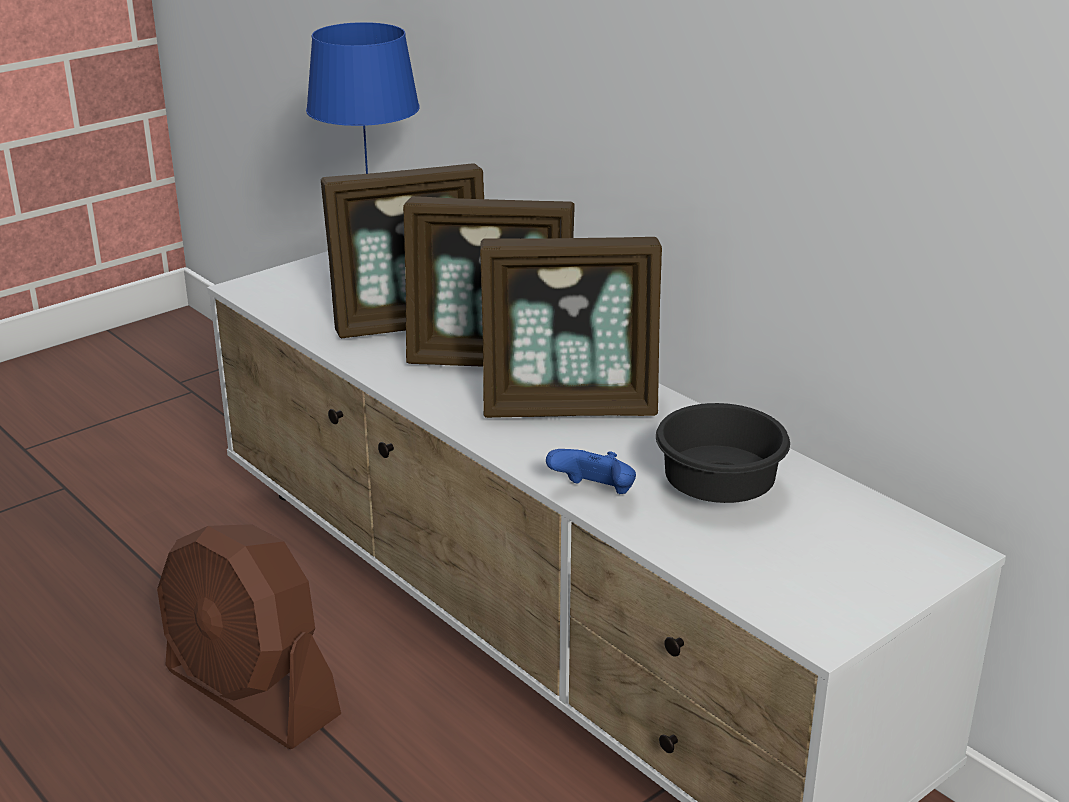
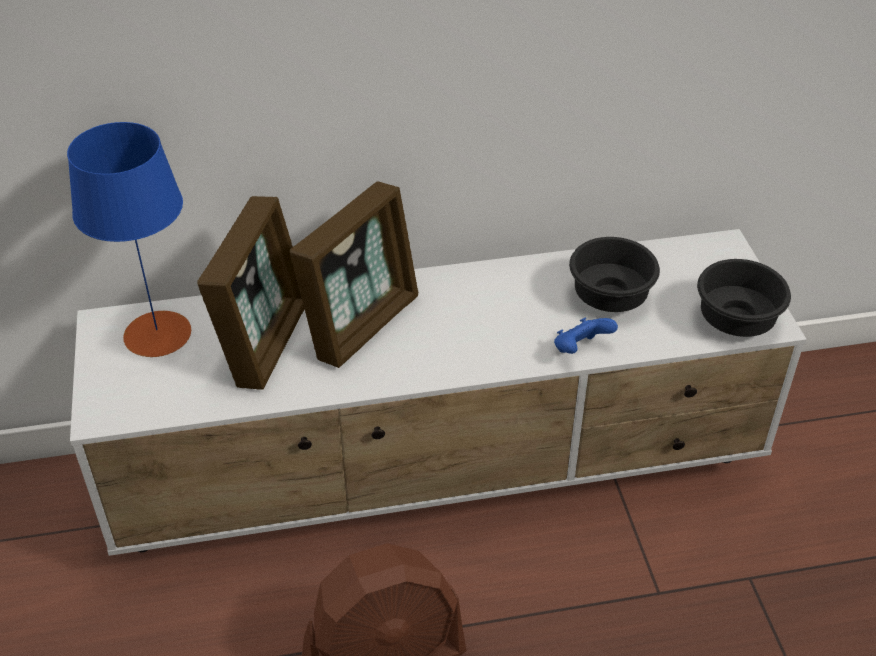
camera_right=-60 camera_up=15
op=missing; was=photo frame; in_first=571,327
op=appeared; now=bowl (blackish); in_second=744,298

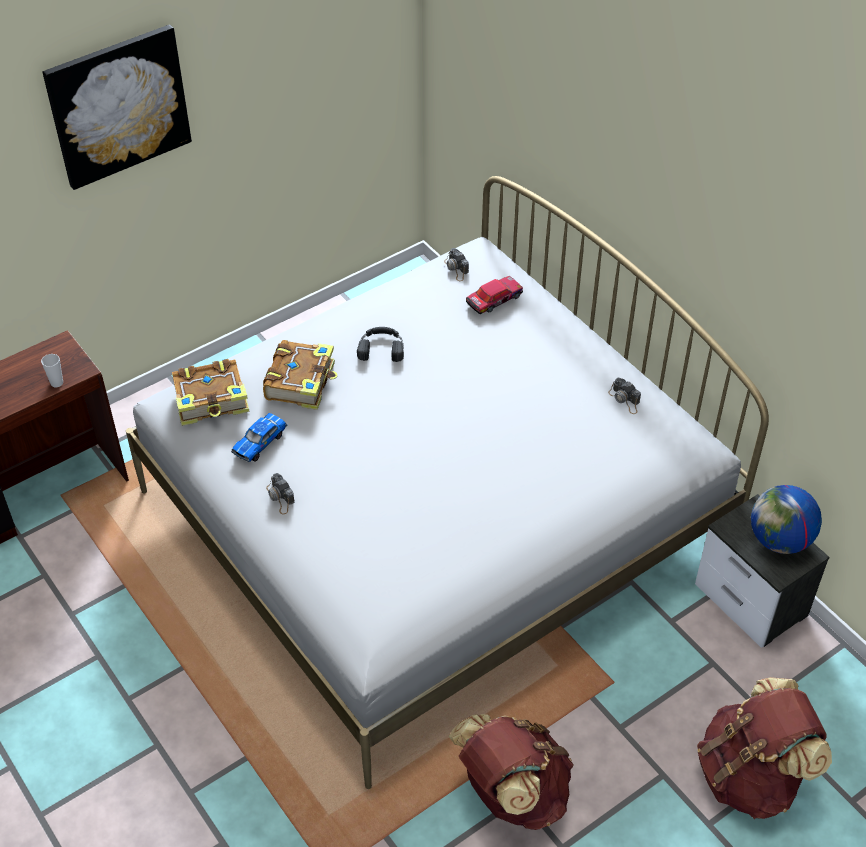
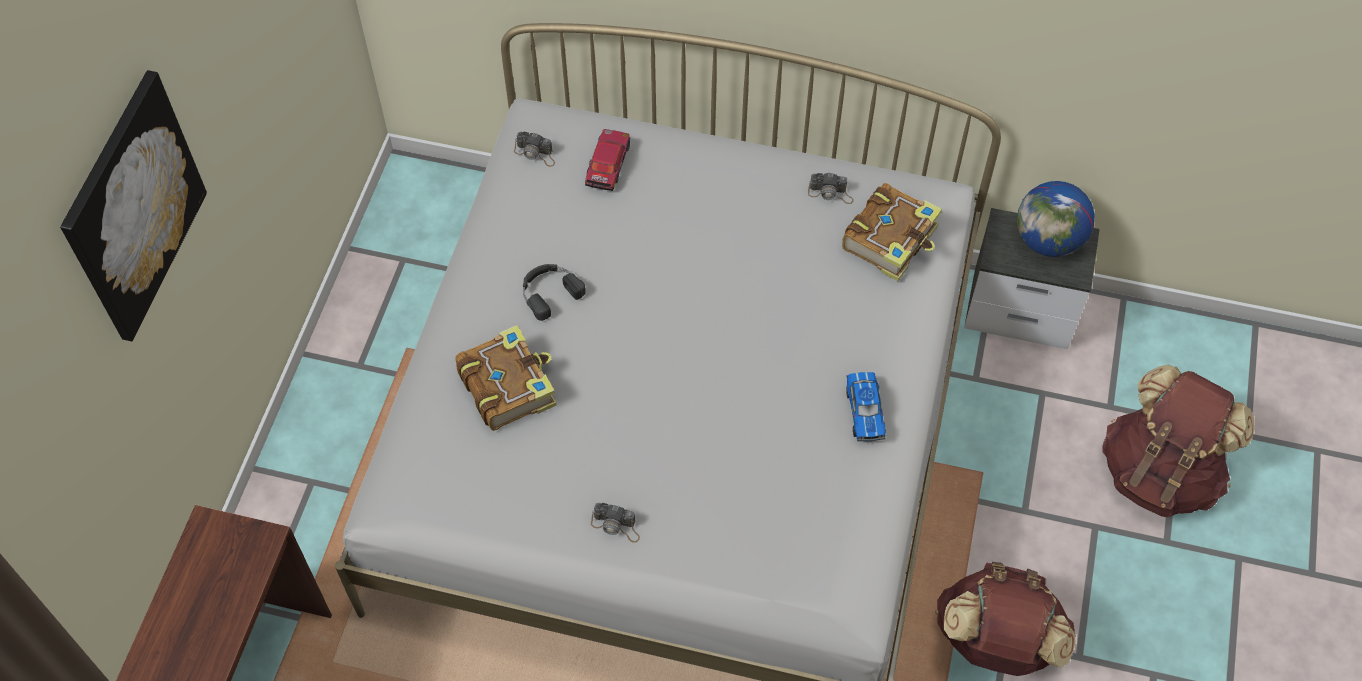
camera_right=-40 camera_up=10
op=missing; was=small cup; in_first=52,370
op=relocated; was=book; in_first=210,392; in_second=892,232
op=relocated; was=miniature car; in_first=259,437; in_second=866,406

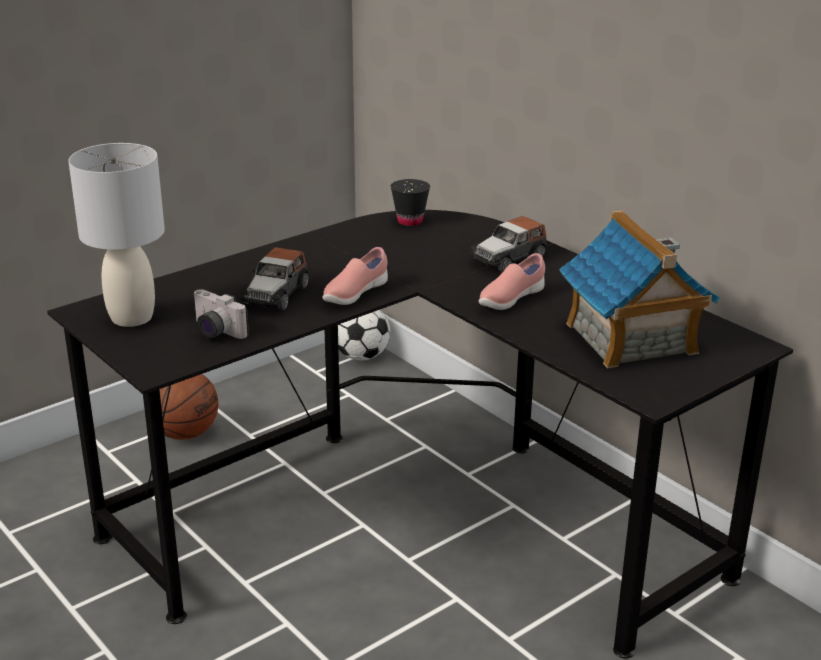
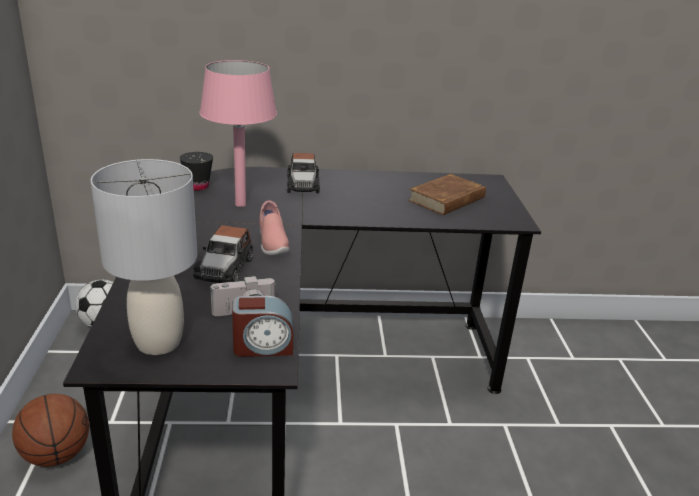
camera_right=-55 camera_up=0
op=spun; was=miniature car; in_first=274,278; in_second=223,254; clockwise=45
op=missing; was=low shoe (pink); in_first=512,281
op=exchanged; was=miniature house; now=book (brown); in_first=639,289; in_second=447,194
op=appeared; now=tabletop lamp (pink); in_second=238,133
op=appeared; now=bedside clock; in_second=262,326

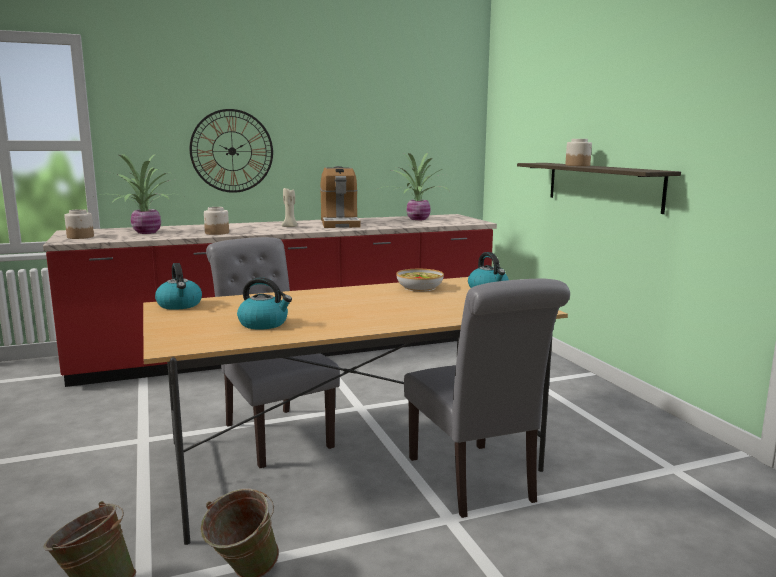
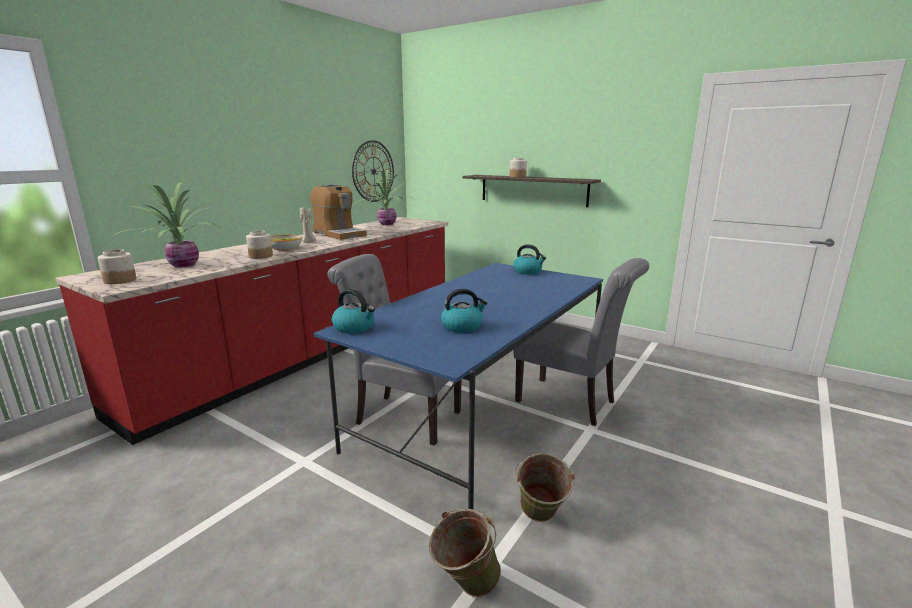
camera_right=-35 camera_up=5
op=colour; was=dinner table (beige-coloured); now=dinner table (blue); in_first=355,411; in_second=458,386
op=relocated; was=clock on the wall; in_first=231,151; in_second=373,171
op=relocated; was=bowl; in_first=420,280; in_second=286,243

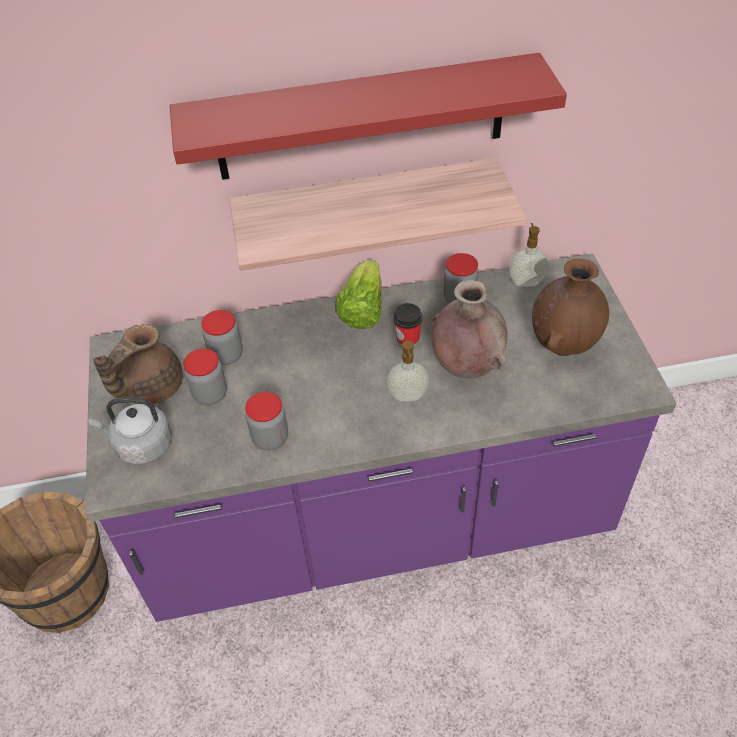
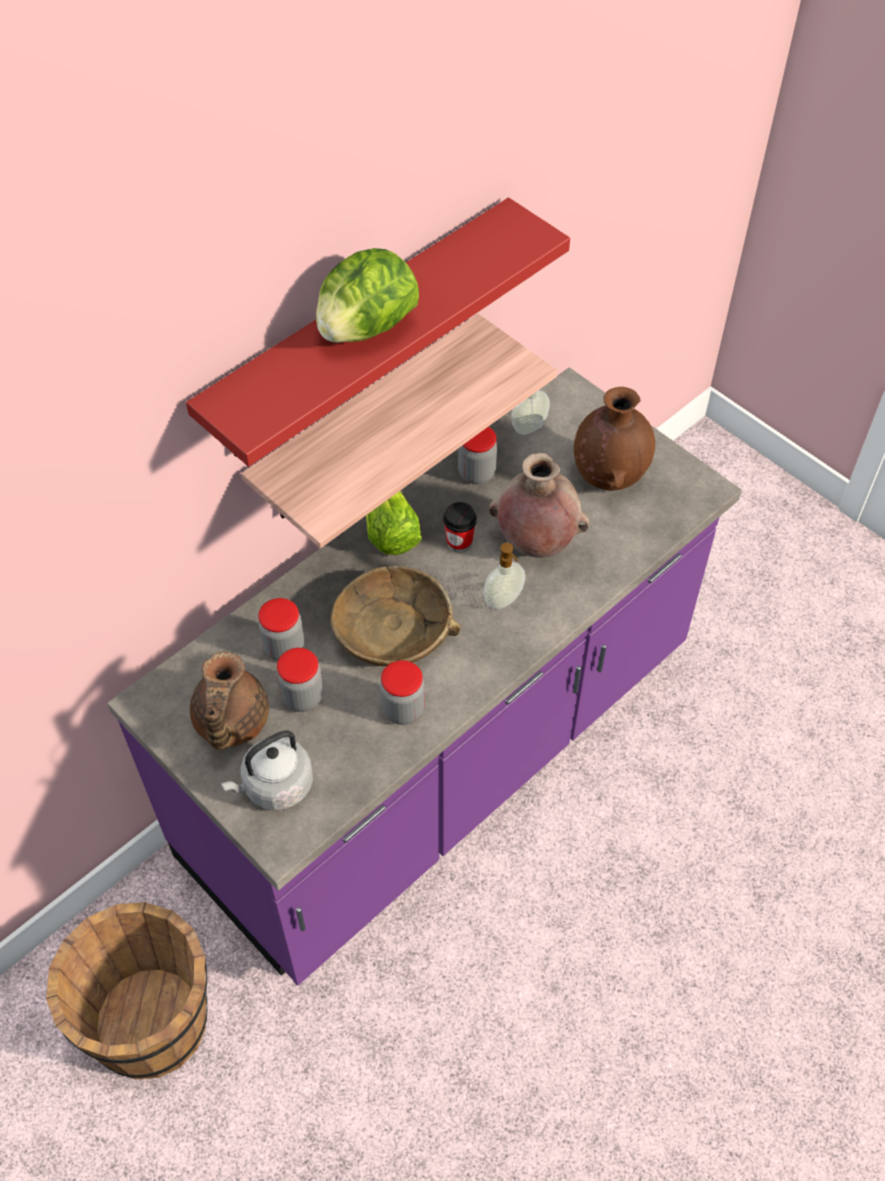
camera_right=-35 camera_up=5
op=appeared; now=head of lettuce; in_second=367,295
op=appeared; now=bowl (brown); in_second=396,616

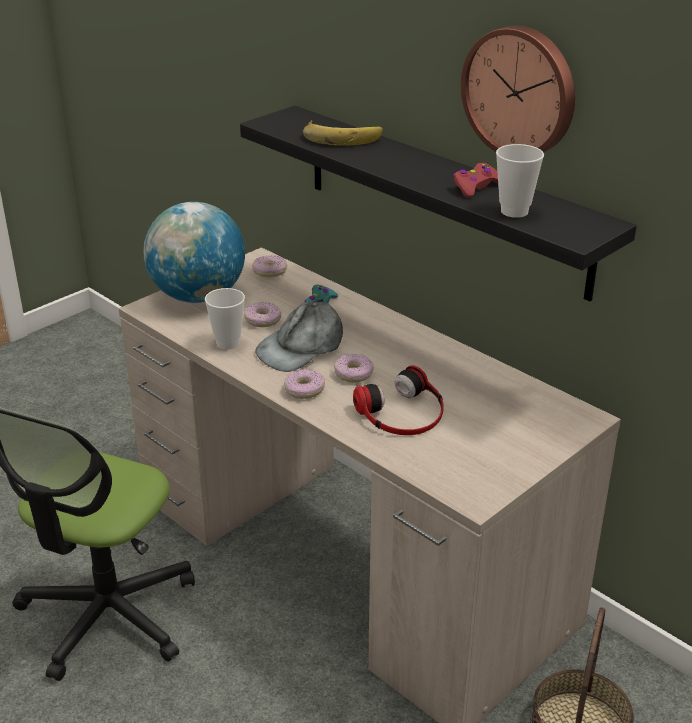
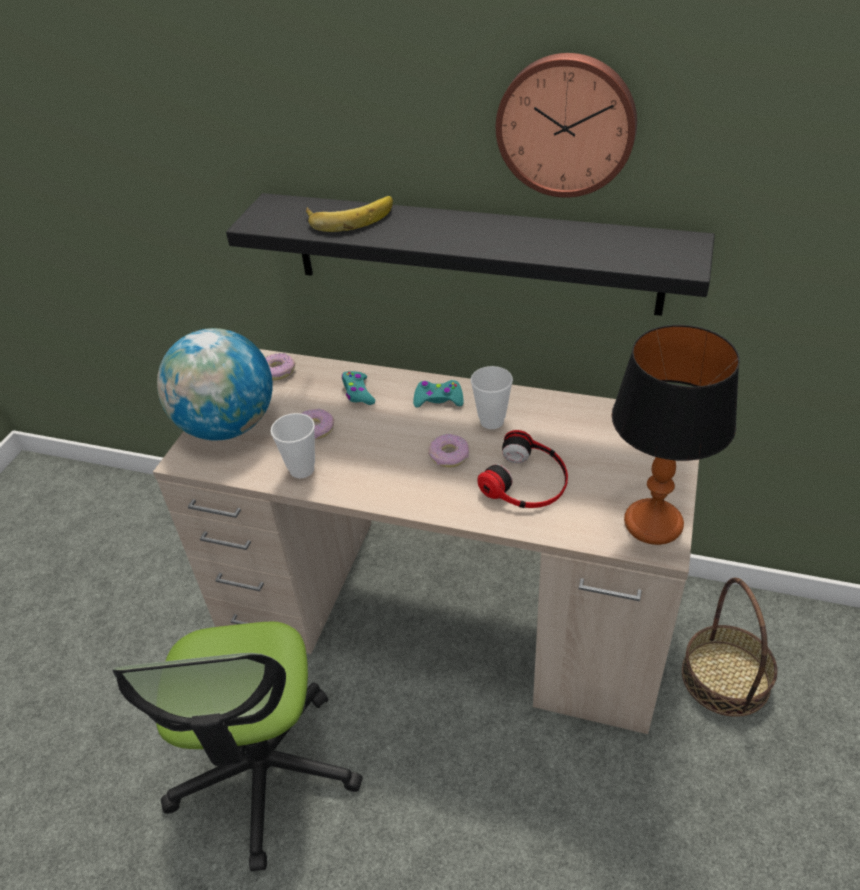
camera_right=-25 camera_up=10
op=missing; was=peaked cap (grey); in_first=299,335
op=missing; was=donut; in_first=304,384
op=missing; was=joypad (red); in_first=475,180
op=relocated; was=small cup; in_first=520,181; in_second=492,397
op=appeared; now=joypad (blue-green); in_second=438,394
op=appeared; now=tabletop lamp; in_second=676,435

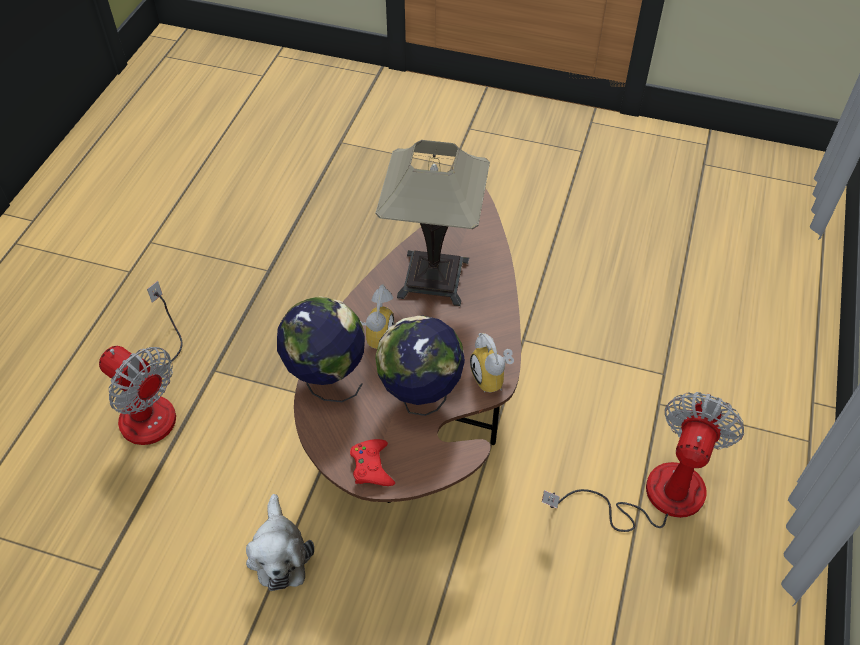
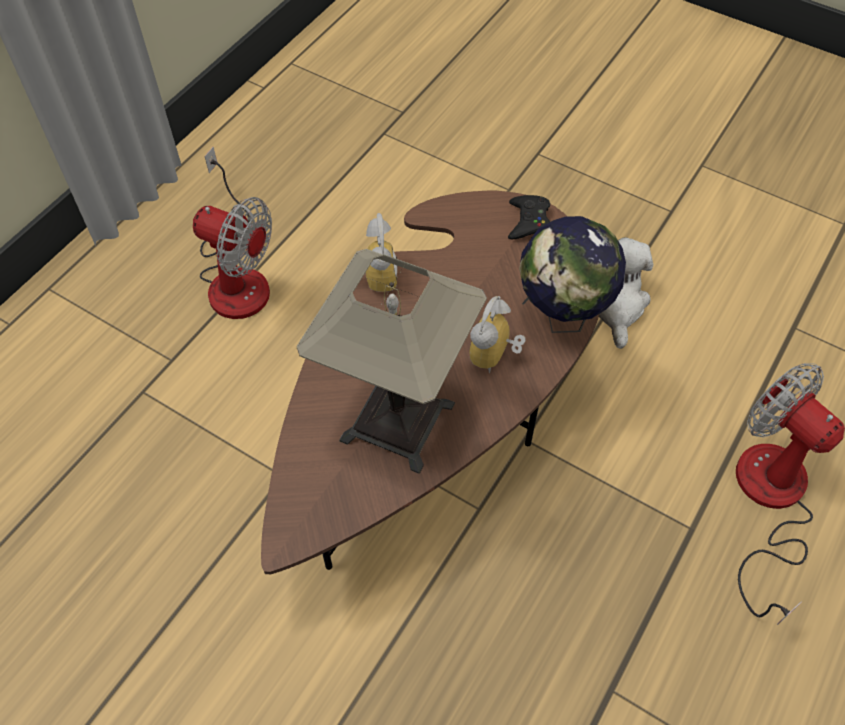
camera_right=-165 camera_up=5
op=colour; was=joypad (red); now=joypad (blackish); in_first=372,462; in_second=529,217
op=missing; was=globe; in_first=420,365
op=spun; was=electric fan; in_first=643,462; in_second=232,233; clockwise=-105

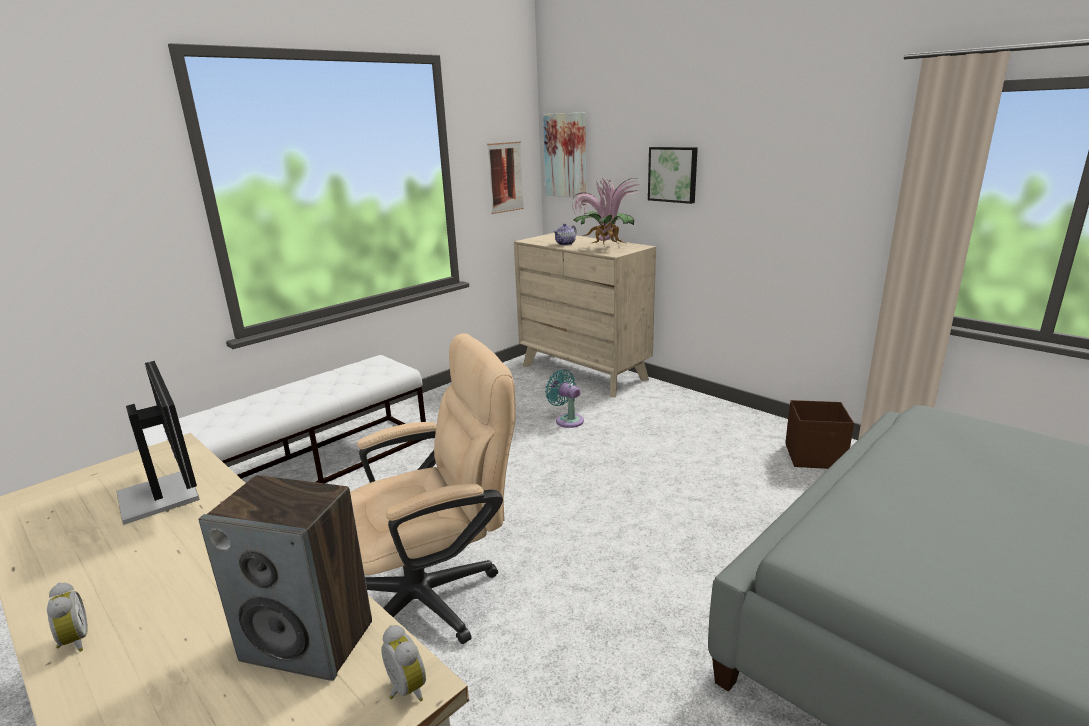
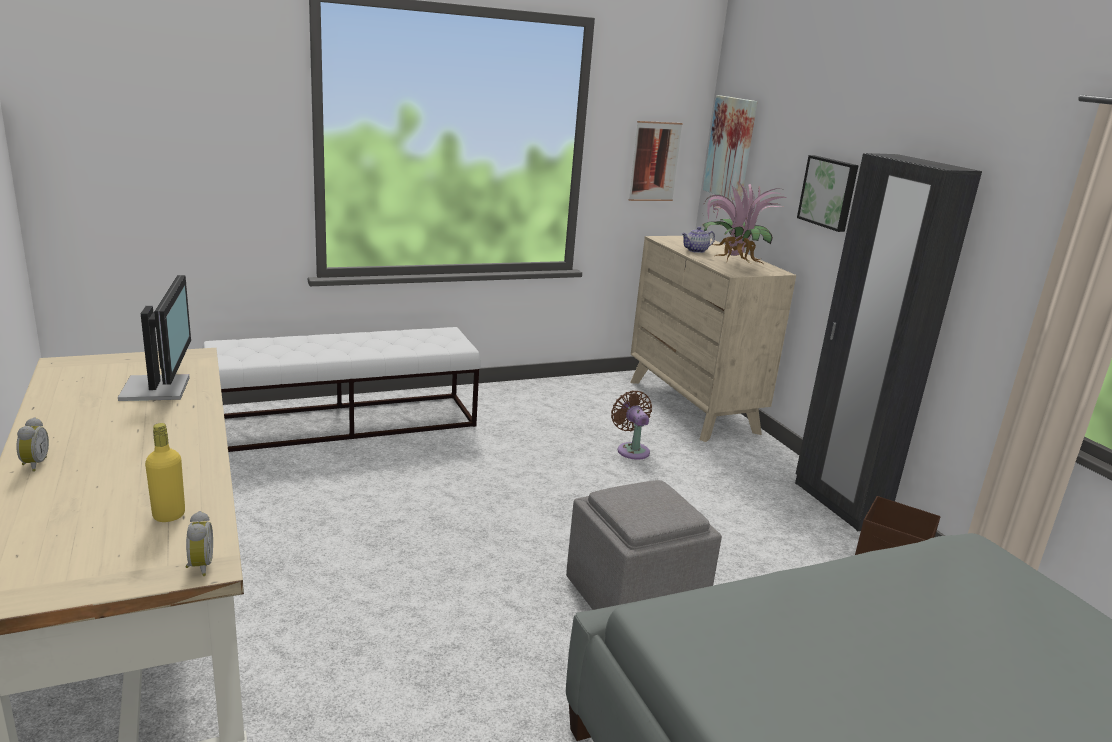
camera_right=20 camera_up=0
op=exchanged; was=speaker; now=drink bottle (yellow-coloured); in_first=285,578; in_second=165,472
op=missing; was=computer chair (beige-coloured); in_first=433,488
op=colour; was=electric fan (blue-green); now=electric fan (brown); in_first=564,398; in_second=631,425
op=appeared; now=pouffe (grey); in_second=644,545
op=appeared; now=clothes cupboard (blackish); in_second=888,342

